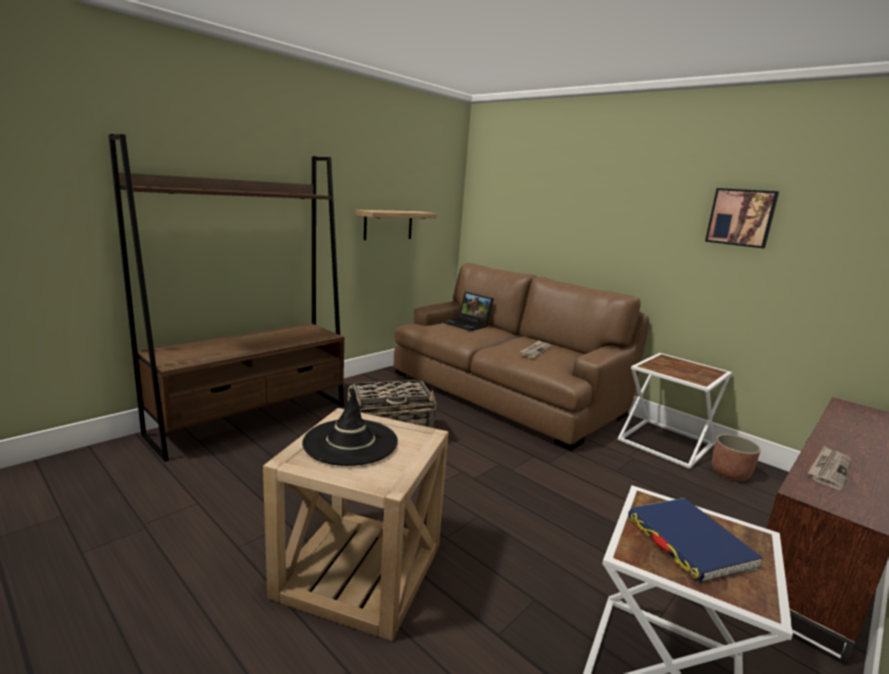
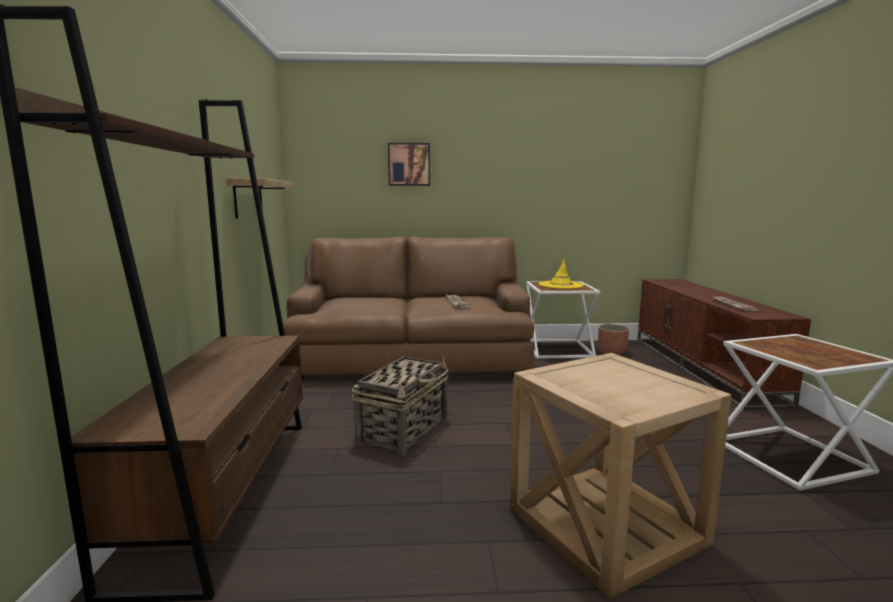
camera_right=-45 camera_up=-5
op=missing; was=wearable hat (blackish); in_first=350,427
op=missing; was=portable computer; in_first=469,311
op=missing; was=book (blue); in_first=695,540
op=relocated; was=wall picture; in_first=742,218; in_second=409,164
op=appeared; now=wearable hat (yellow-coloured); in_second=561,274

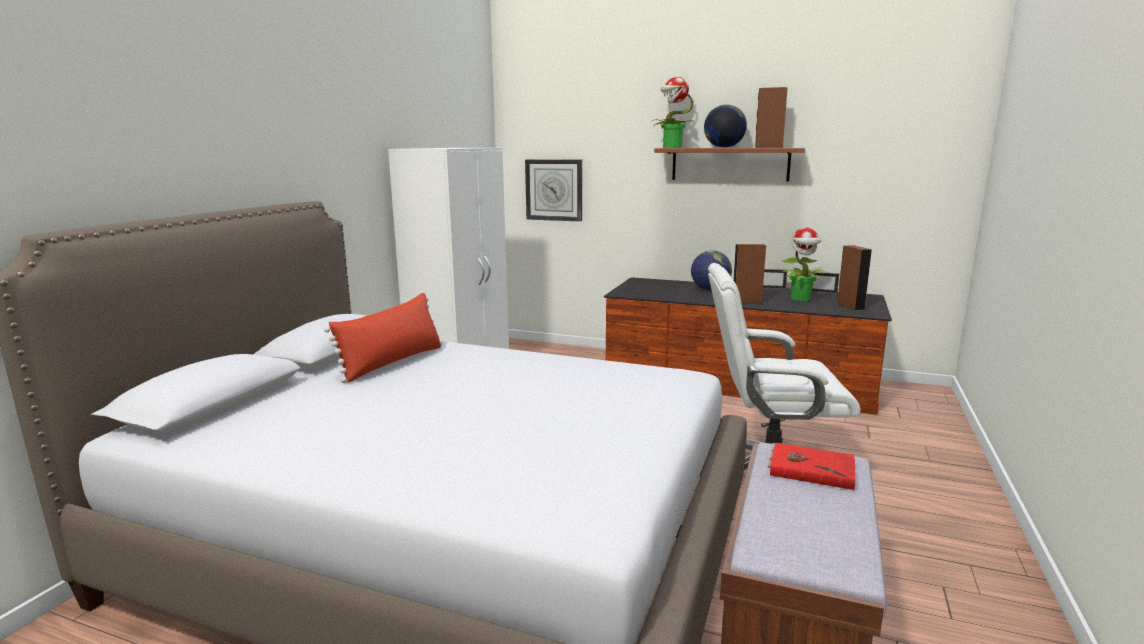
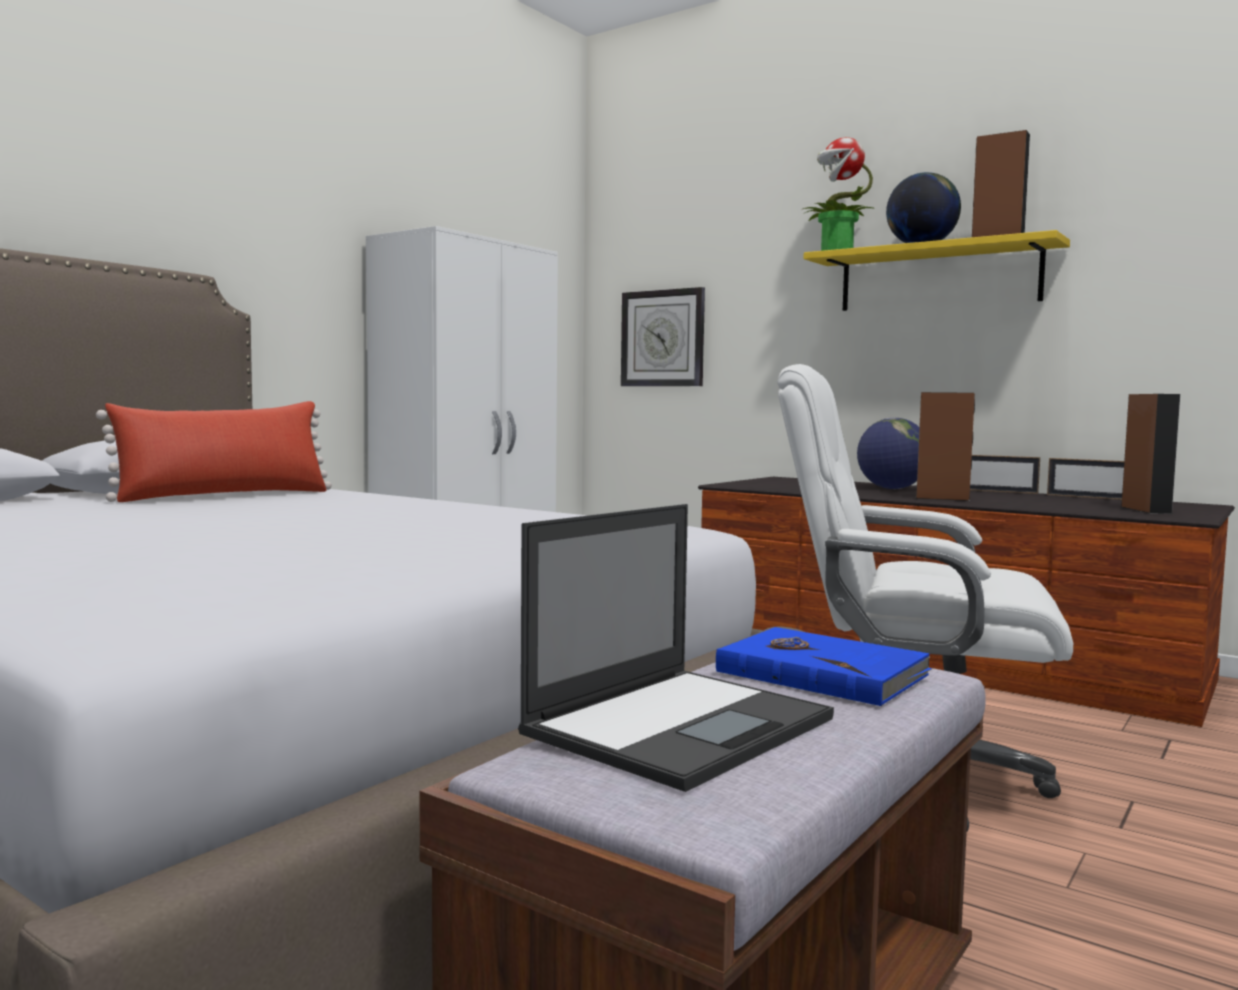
camera_right=15 camera_up=-10
op=colour; was=bracket shelf (brown); now=bracket shelf (yellow-coloured); in_first=729,165; in_second=936,270
op=colour; was=book (red); now=book (blue); in_first=811,466; in_second=824,666
op=missing; was=potted plant; in_first=804,264
op=appeared; now=portable computer; in_second=676,648

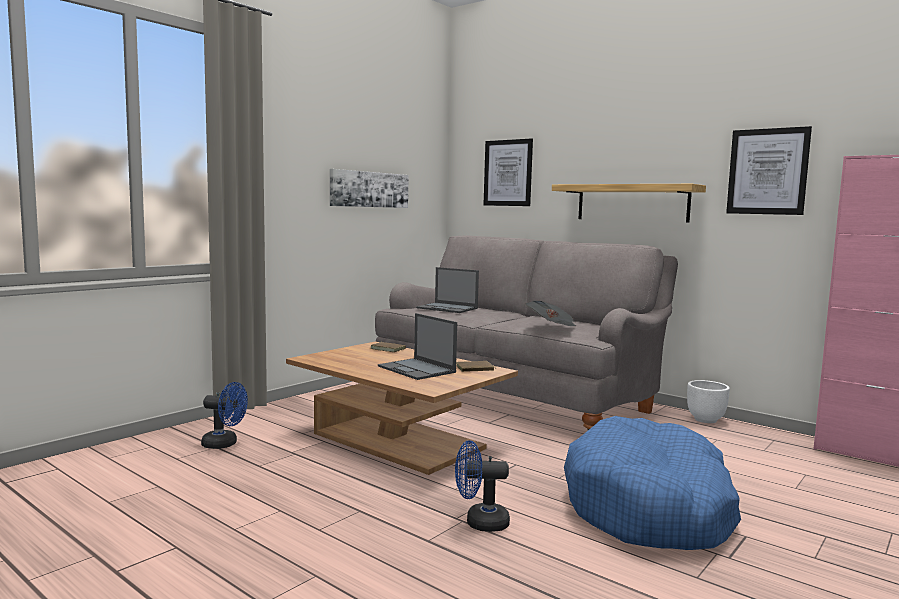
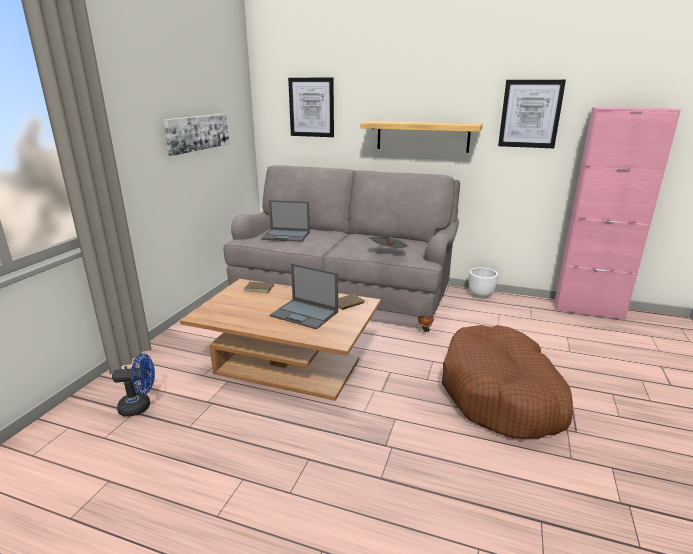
camera_right=-20 camera_up=15
op=missing; was=electric fan (blue); in_first=482,486
op=colour; was=dog cushion (blue); now=dog cushion (brown); in_first=652,483; in_second=507,382

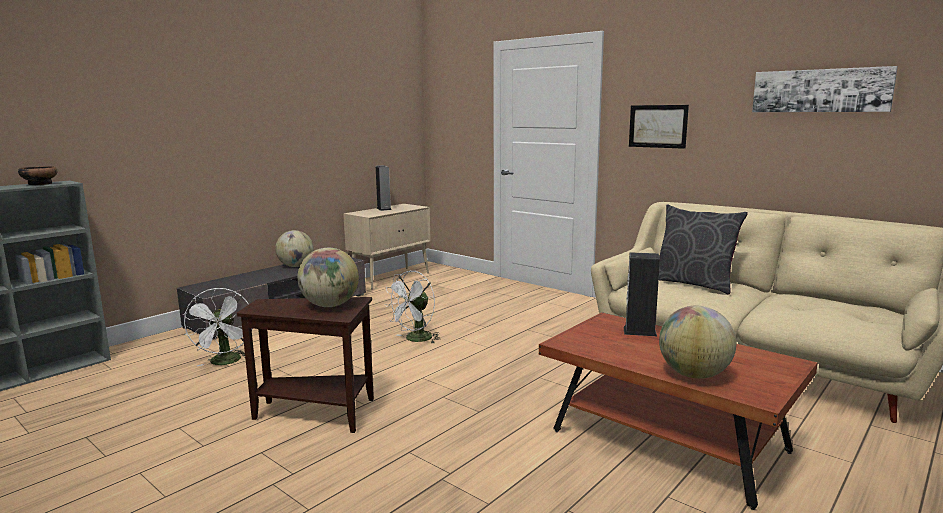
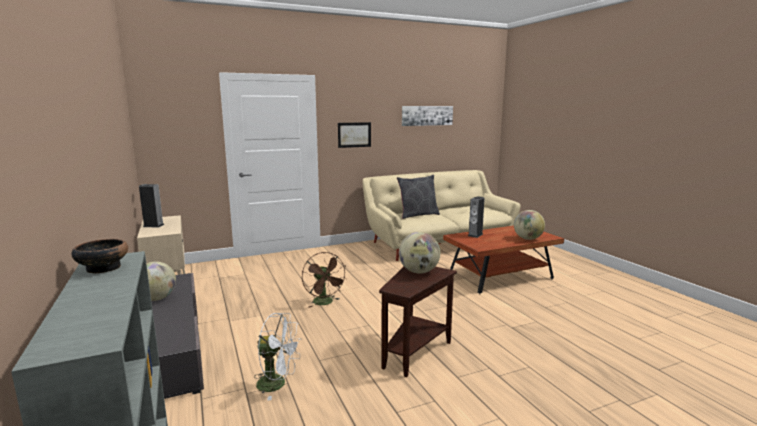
camera_right=-65 camera_up=0
op=colour; was=electric fan (white-coloured); now=electric fan (brown); in_first=412,307; in_second=324,280

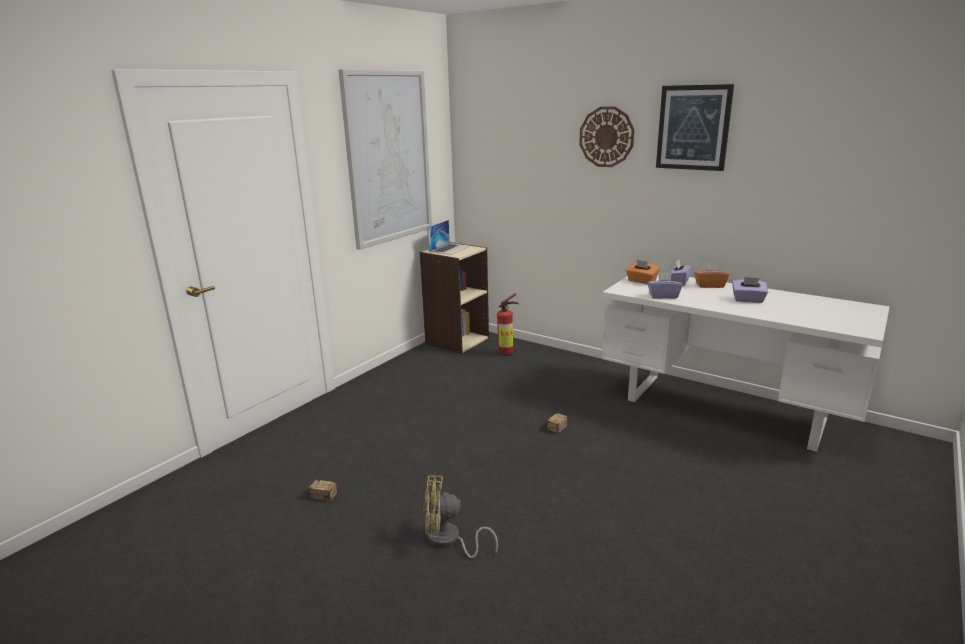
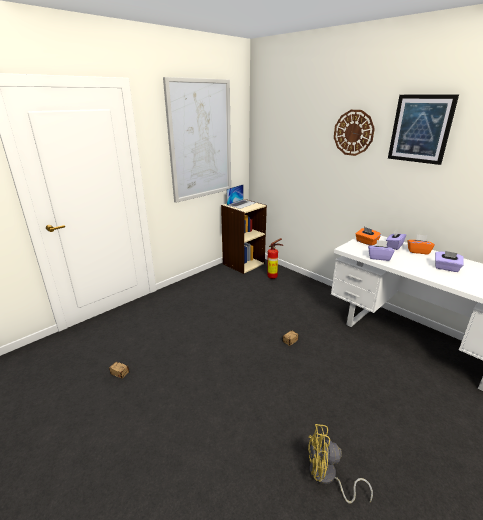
camera_right=10 camera_up=5
op=relocated; was=electric fan (yellow-coloured); in_first=460,517; in_second=340,463

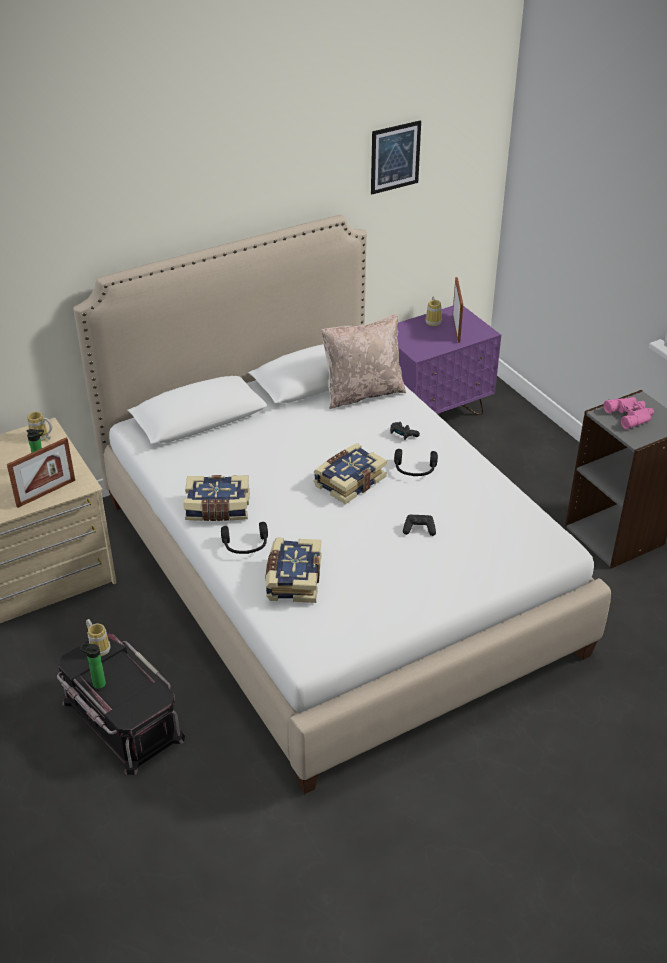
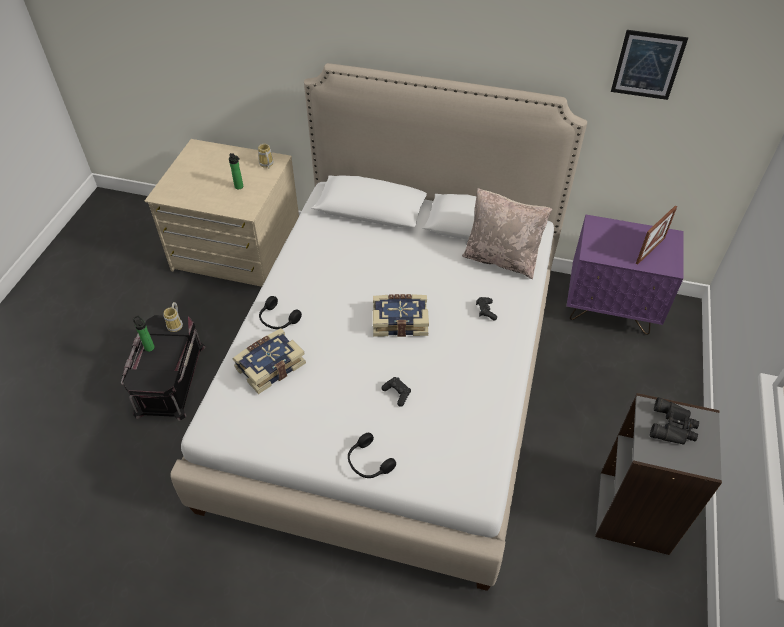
camera_right=45 camera_up=10
op=missing; was=photo frame; in_first=41,473
op=missing; was=book; in_first=217,498
op=relocated; was=pair of headphones (blackish); in_first=416,462; in_second=372,455
op=missing; was=mug; in_first=434,311
op=colour; was=field glasses (pink); now=field glasses (blackish); in_first=628,413; in_second=674,421

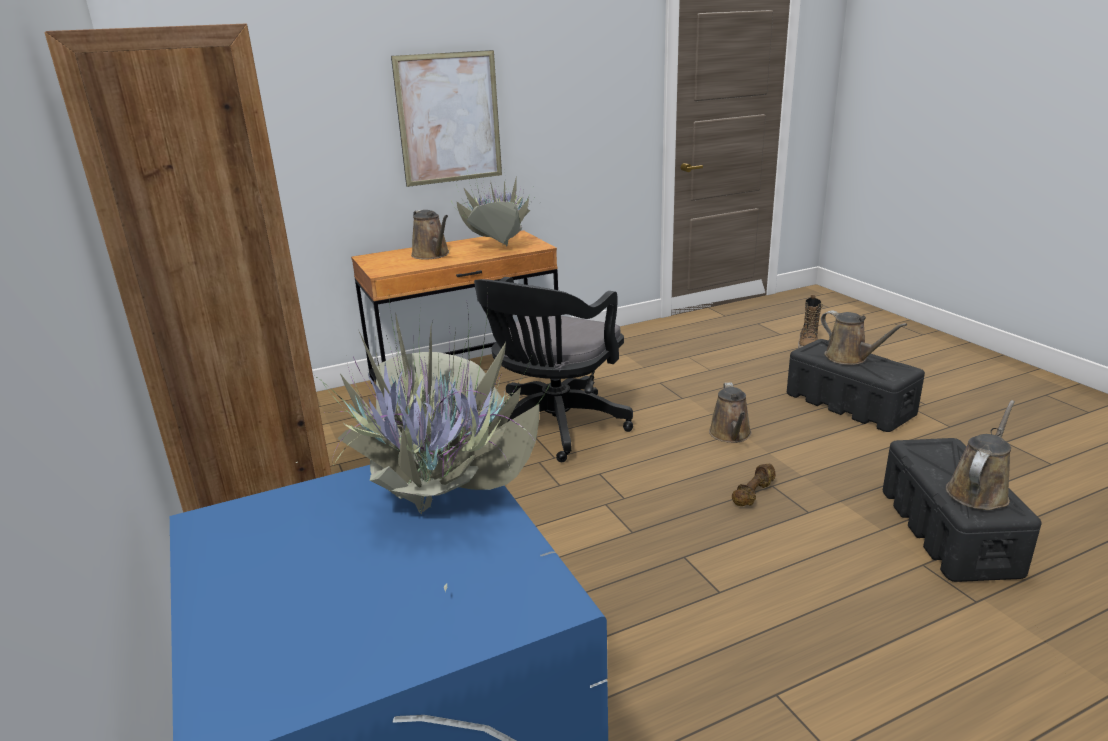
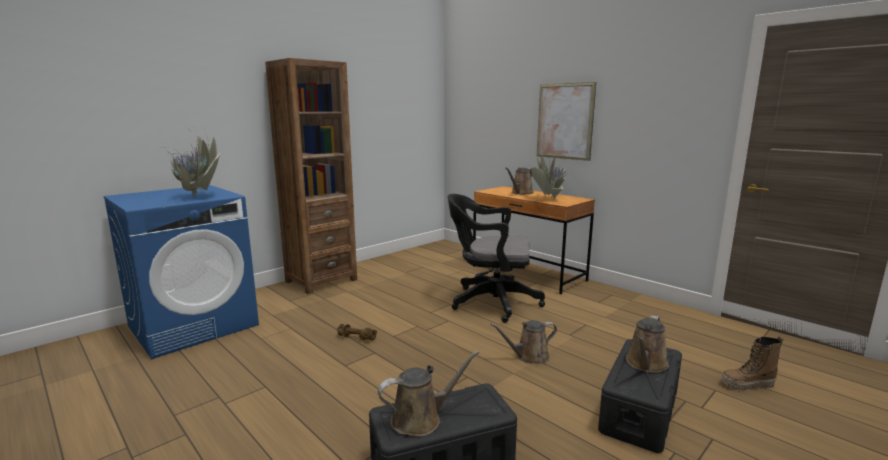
camera_right=70 camera_up=-10
op=relocated; was=hand weight (brown); in_first=754,485; in_second=357,332
op=spun; was=watering pot (brown); in_first=980,455; in_second=428,393; clockwise=-45

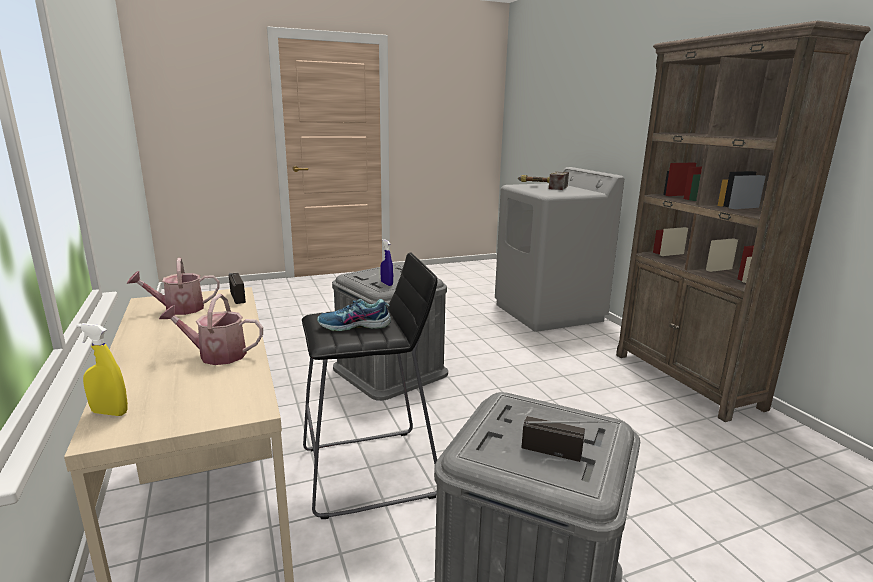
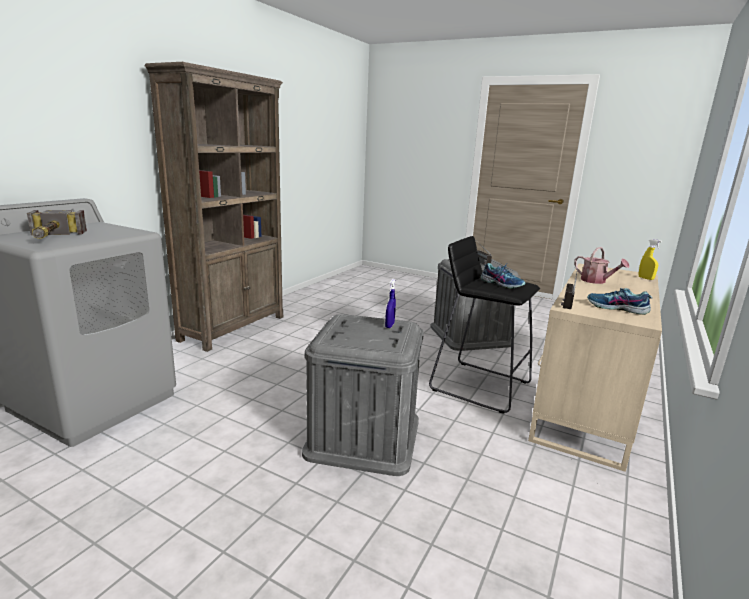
camera_right=-130 camera_up=0
op=exchanged; was=watering pot; now=low shoe; in_first=173,286; in_second=619,301

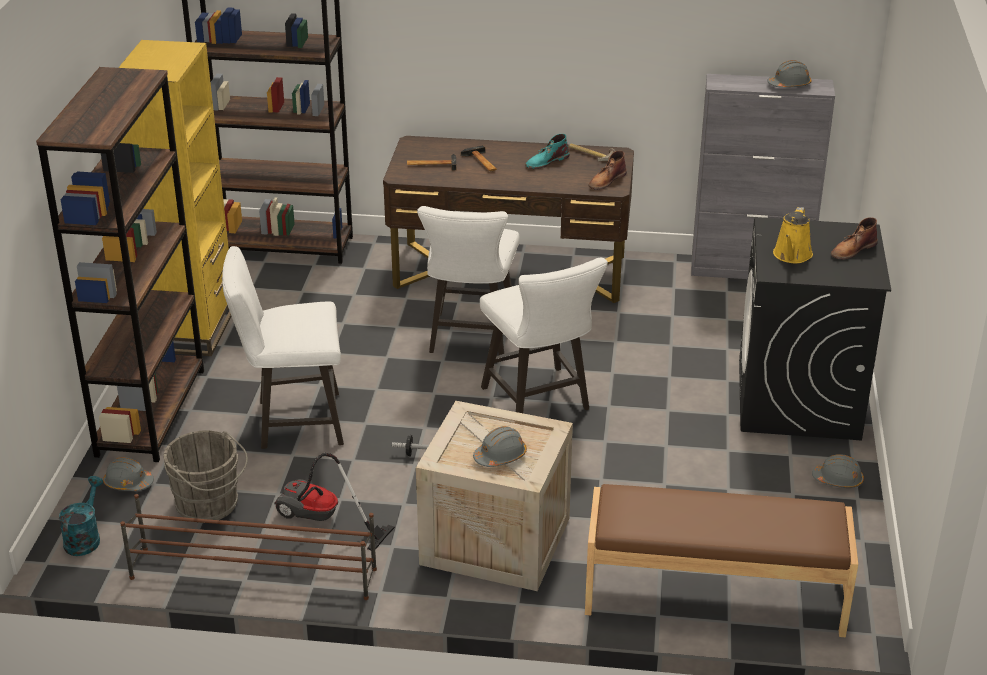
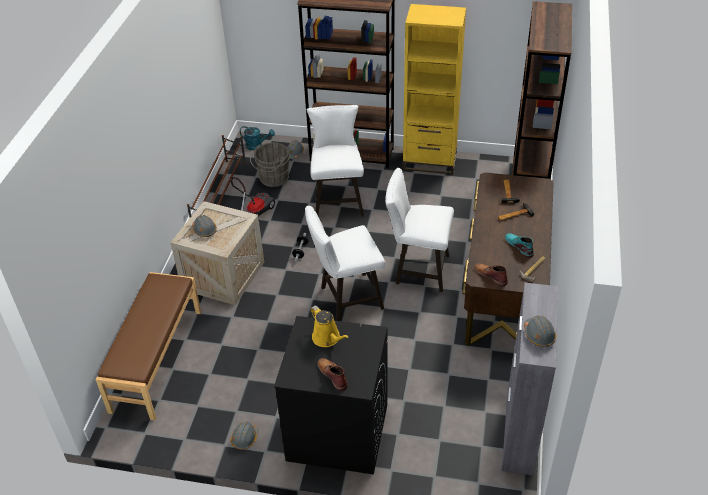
camera_right=95 camera_up=10
op=spun; was=watering pot (yellow-coloured); in_first=793,235; in_second=330,326; clockwise=-150

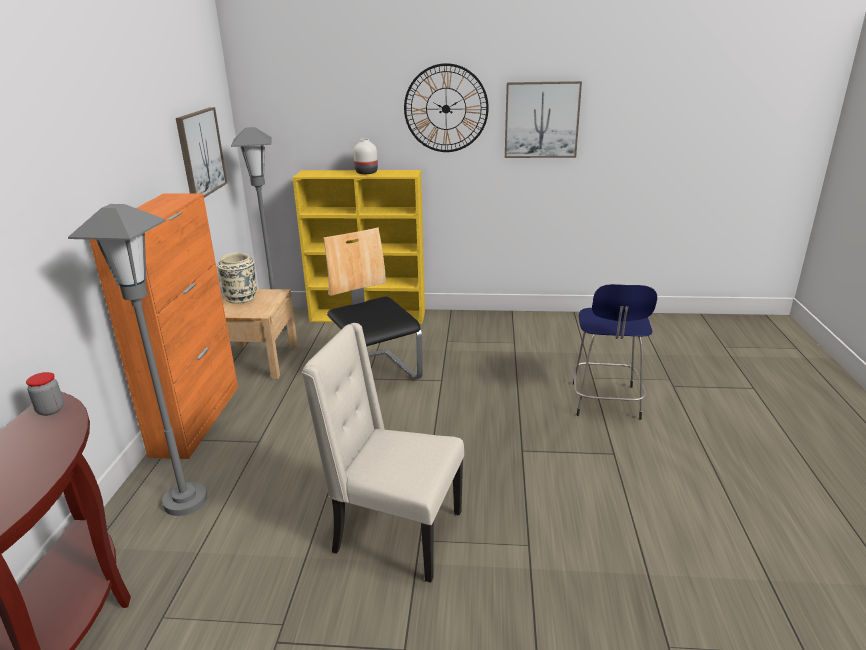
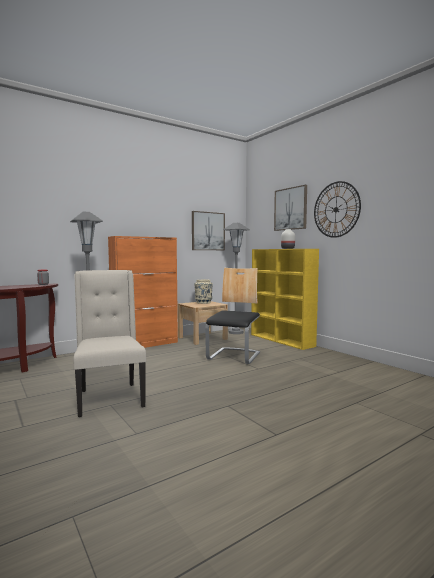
camera_right=50 camera_up=-20
op=relocated; was=wall picture; in_first=543,119; in_second=290,208
op=missing; was=stool (blue); in_first=615,352

